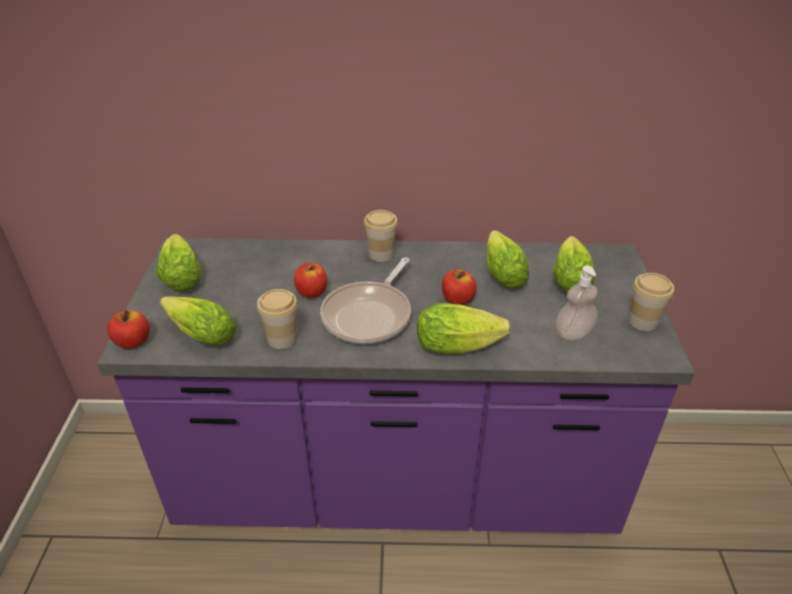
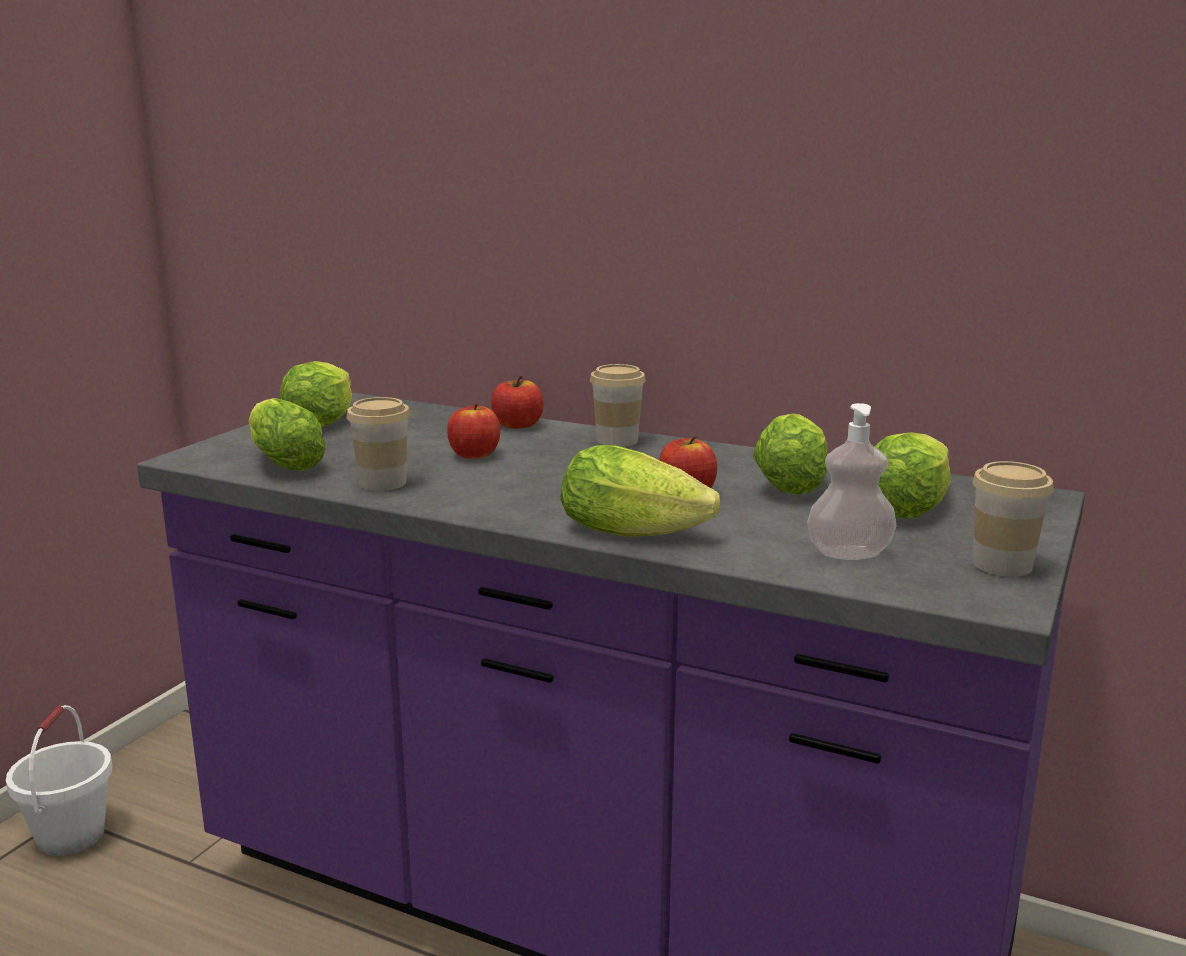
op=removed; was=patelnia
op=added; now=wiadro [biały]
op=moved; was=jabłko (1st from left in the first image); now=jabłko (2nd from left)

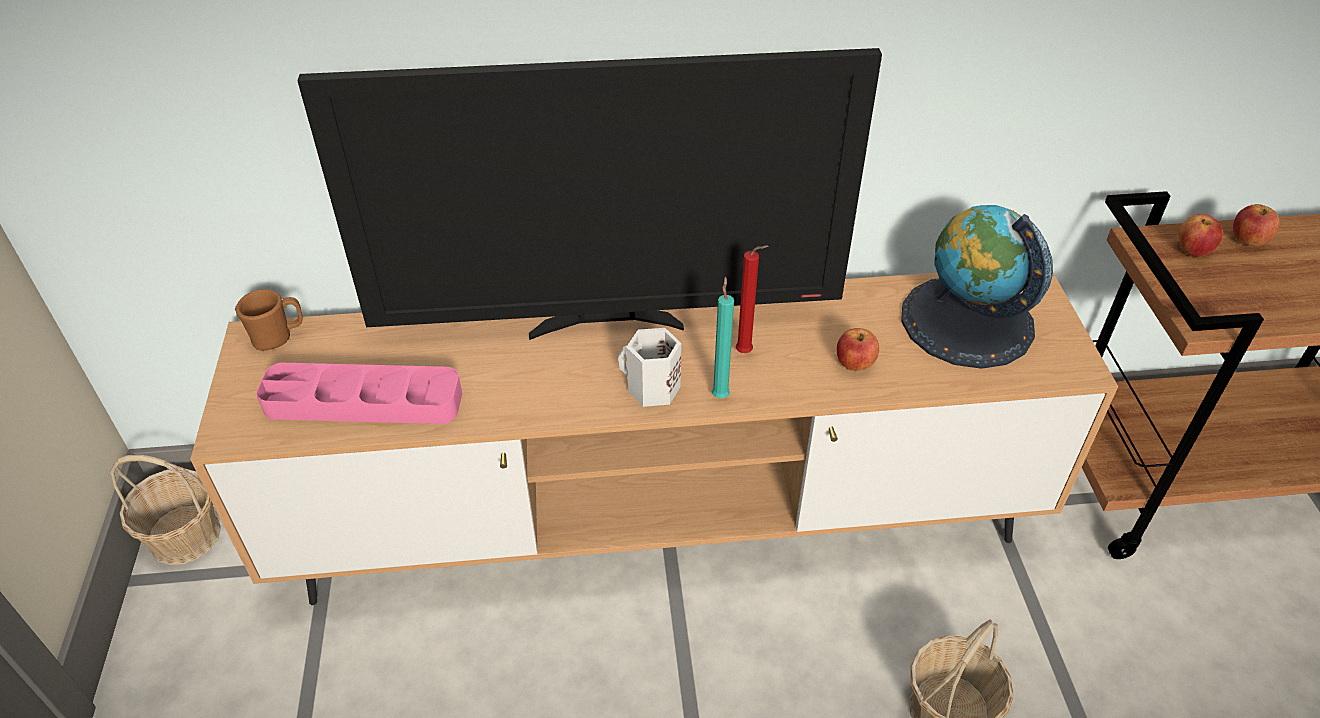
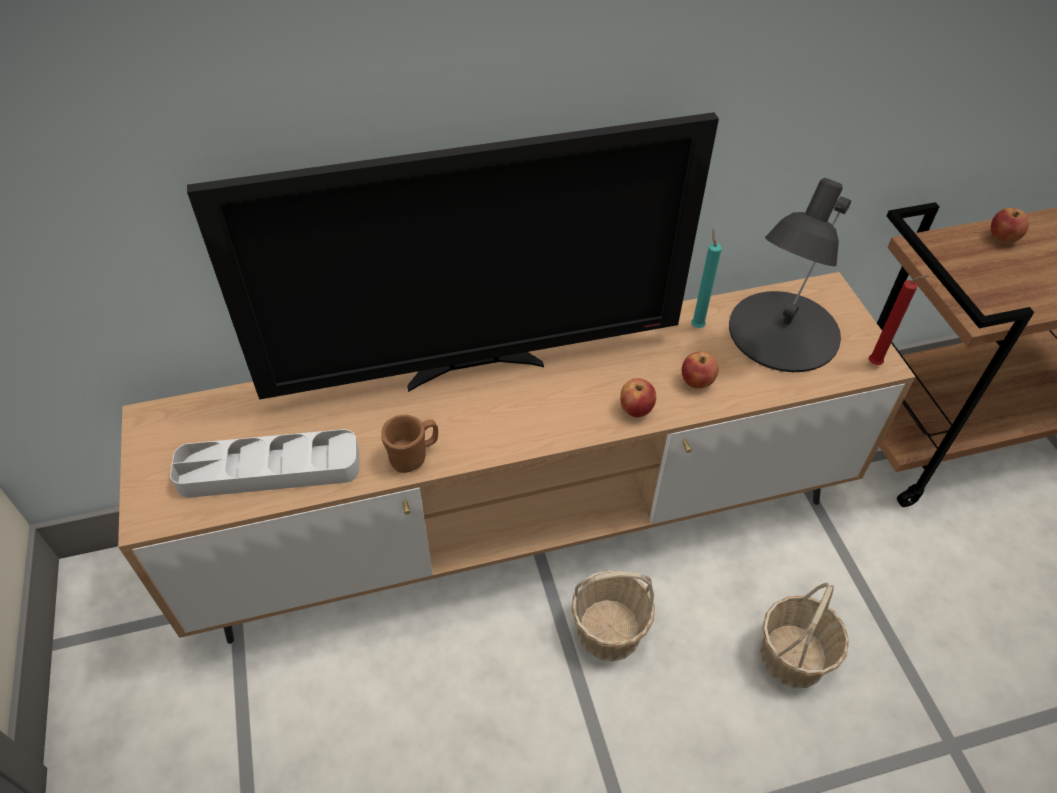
op=removed; was=kubek [biały]
op=moved; was=koszyk (1st from left)
op=moved; was=kubek [brązowy]
op=moved; was=świeca [turkusowy]
op=moved; was=świeca [czerwony]
op=moved; was=jabłko (2nd from left in the first image); now=jabłko (1st from left)
op=replaced; was=globus; now=lampa stołowa [czarny]
op=recoloured; was=taca [różowy]; now=taca [szary]

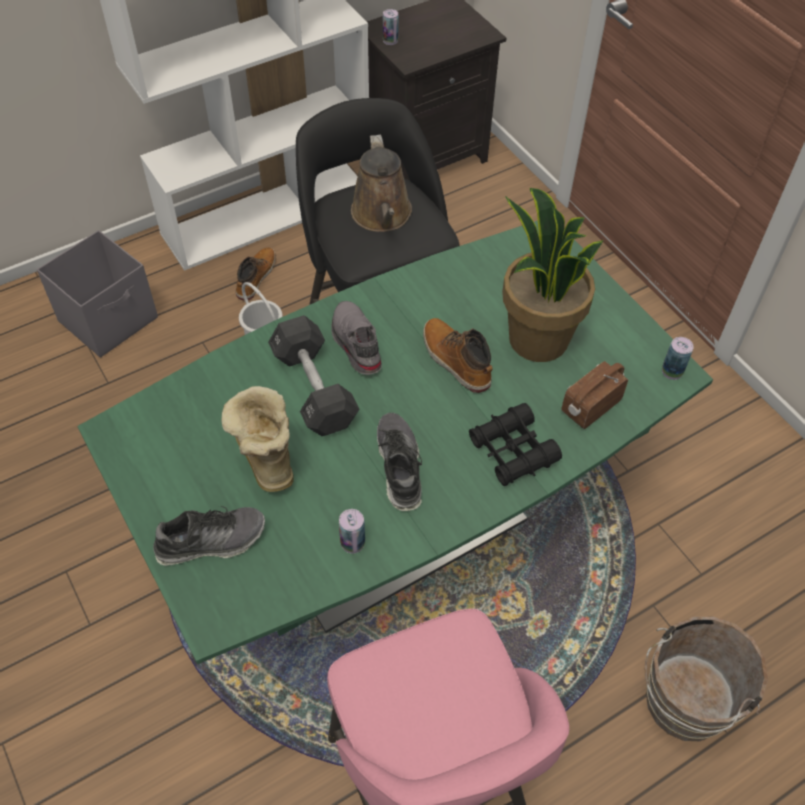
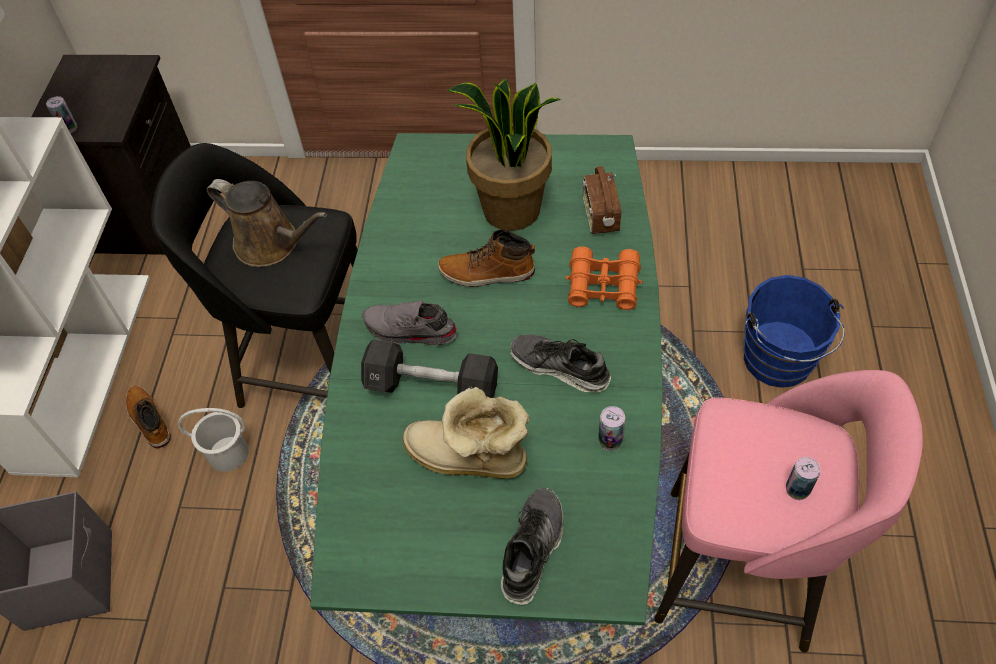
op=moved; was=puszka (3rd from left)
op=recoloured; was=lornetka [czarny]; now=lornetka [pomarańczowy]
op=recoloured; was=wiadro [brązowy]; now=wiadro [niebieski]

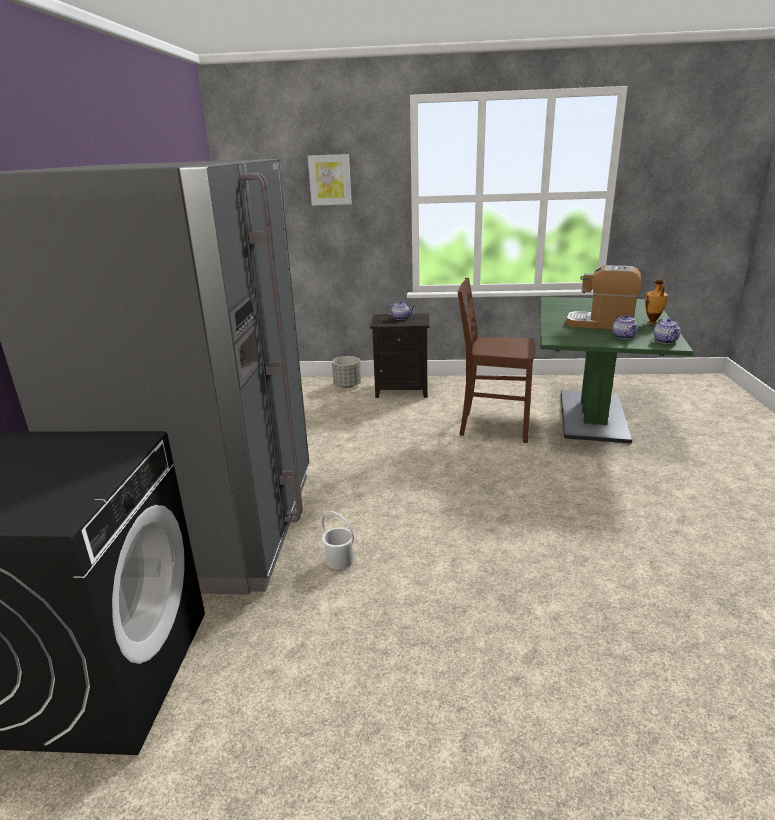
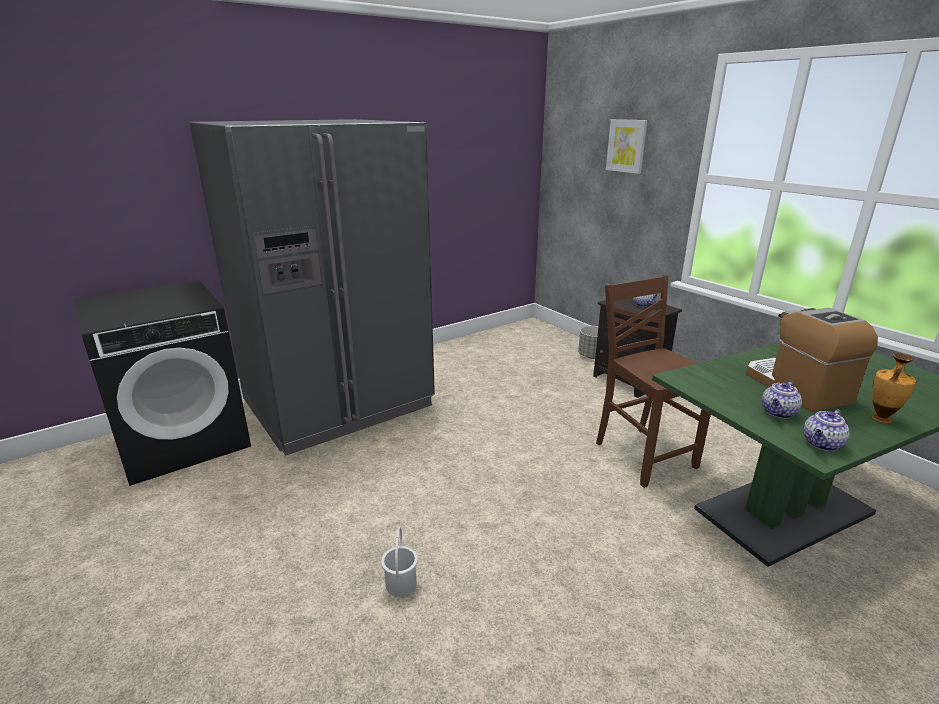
op=moved; was=wiadro [biały]

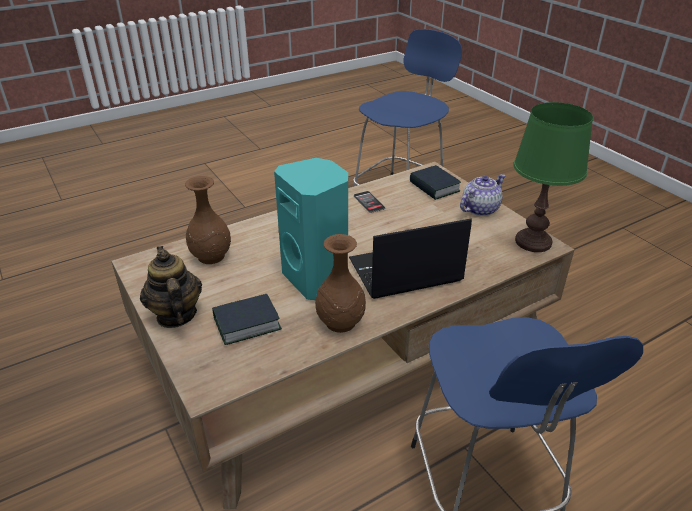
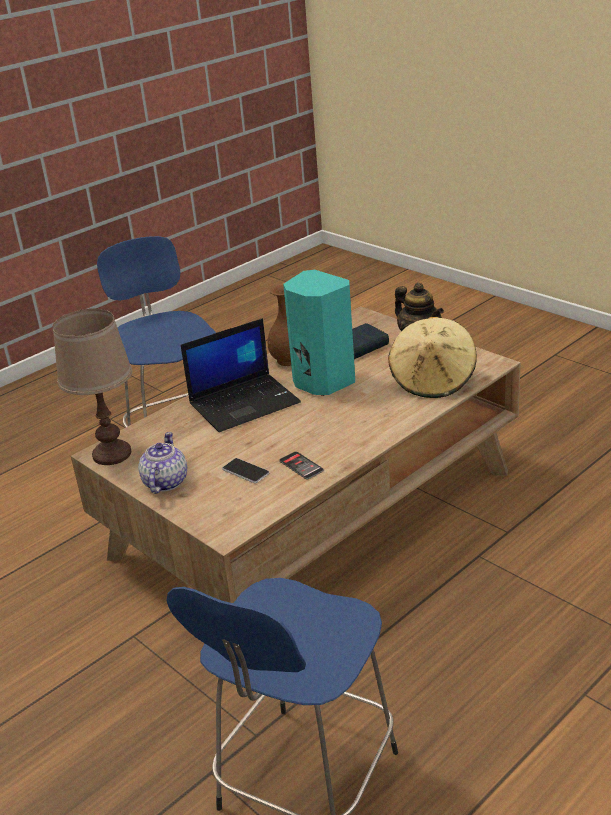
op=removed; was=książka (2nd from left)
op=added; now=telefon (1st from left)
op=replaced; was=wazon [brązowy] (1st from left); now=kapelusz [beżowy]
op=recoloured; was=lampa stołowa [zielony]; now=lampa stołowa [brązowy]
op=turned; was=imbryk (2nd from left in the first image); clockwise=150

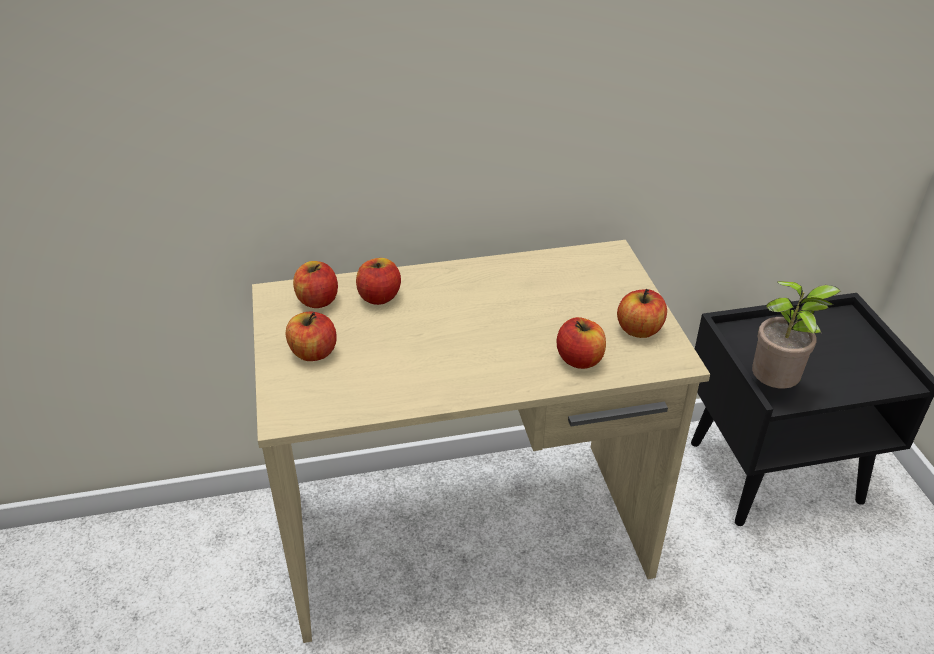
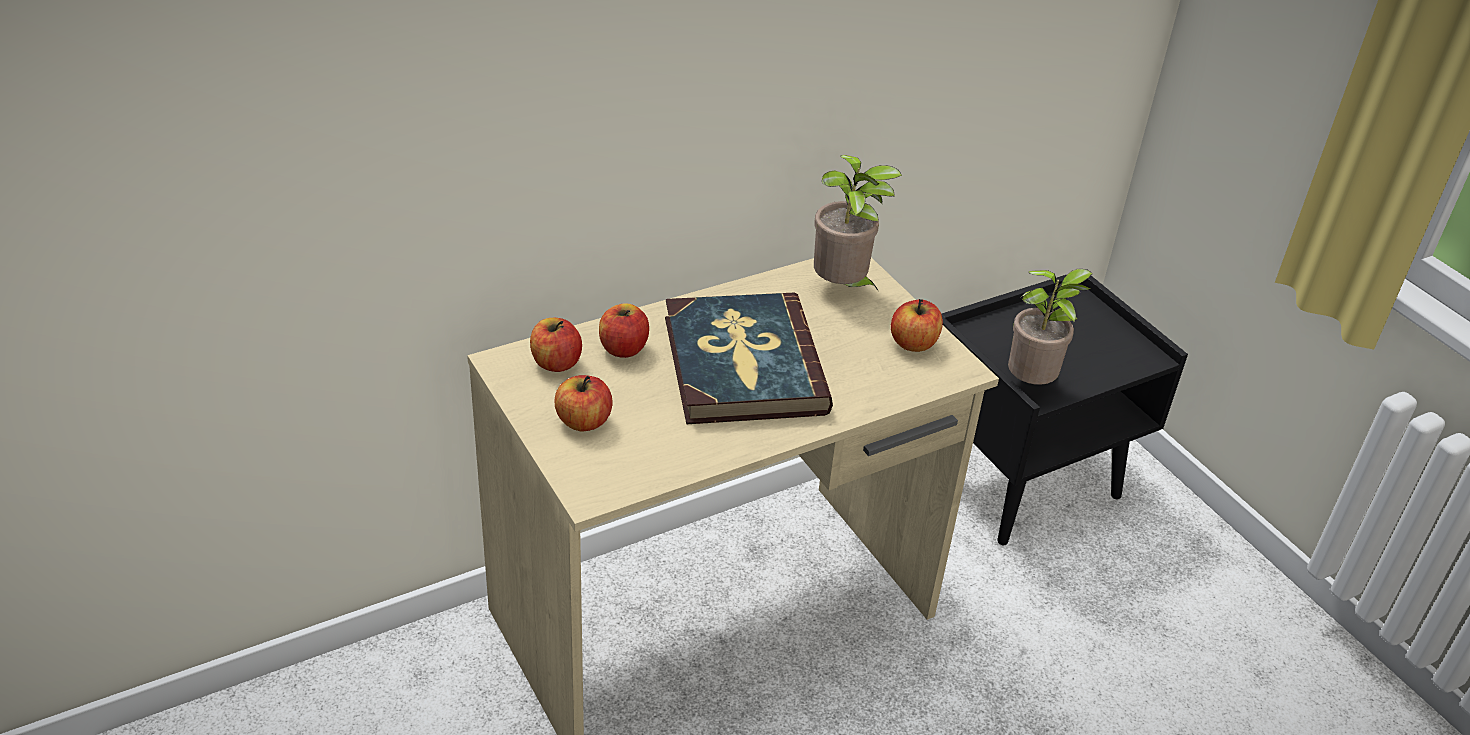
op=removed; was=jabłko (4th from left)
op=added; now=książka
op=added; now=roślina doniczkowa (1st from left)

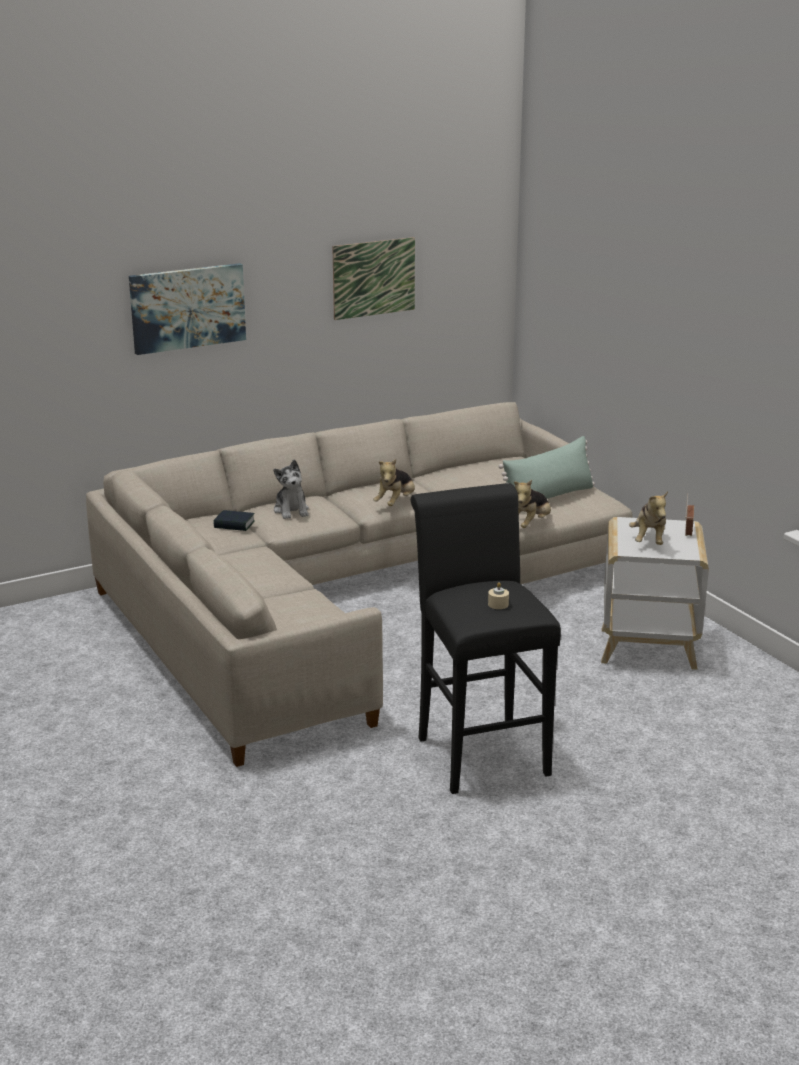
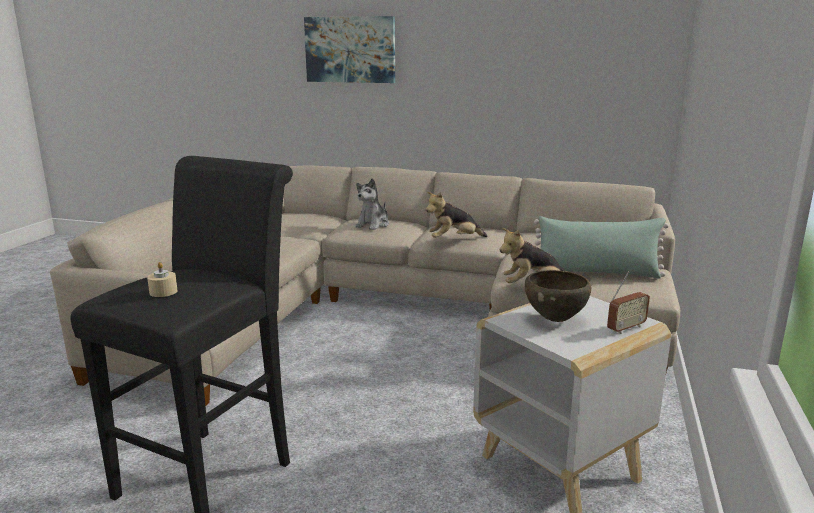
op=removed; was=książka
op=removed; was=obraz (2nd from left)
op=replaced; was=pluszak (4th from left); now=miska [brązowy]

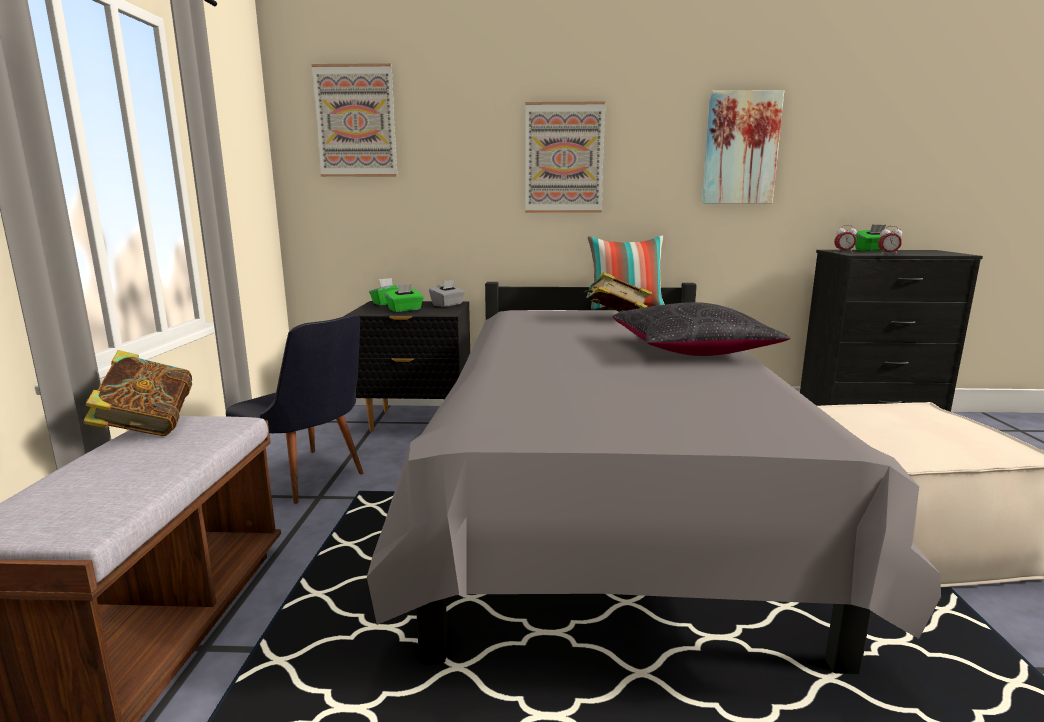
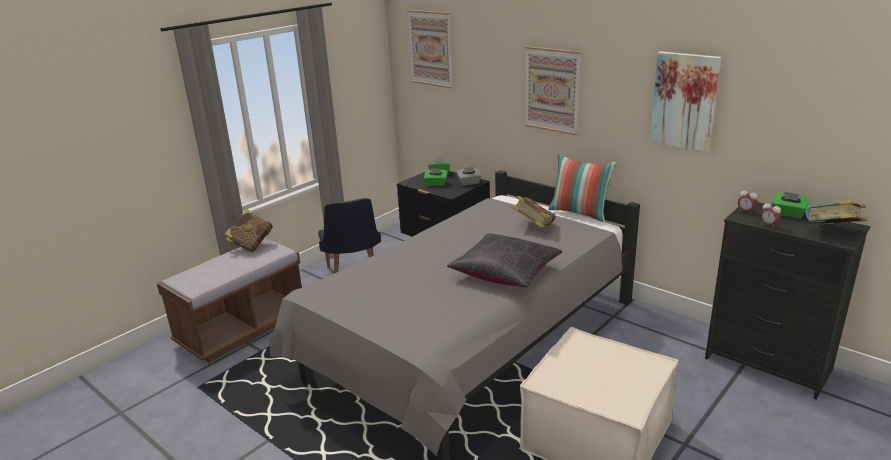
op=added; now=książka (3rd from left)

